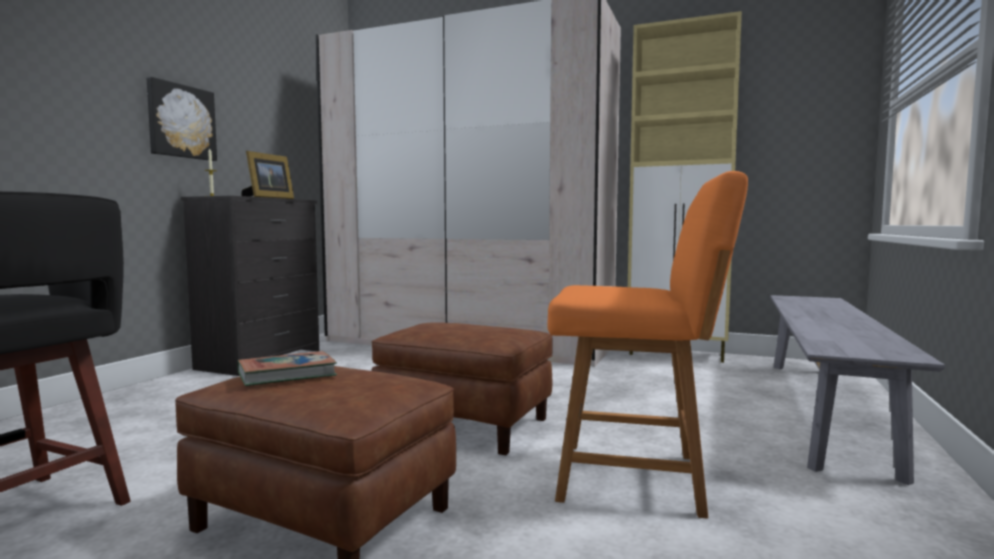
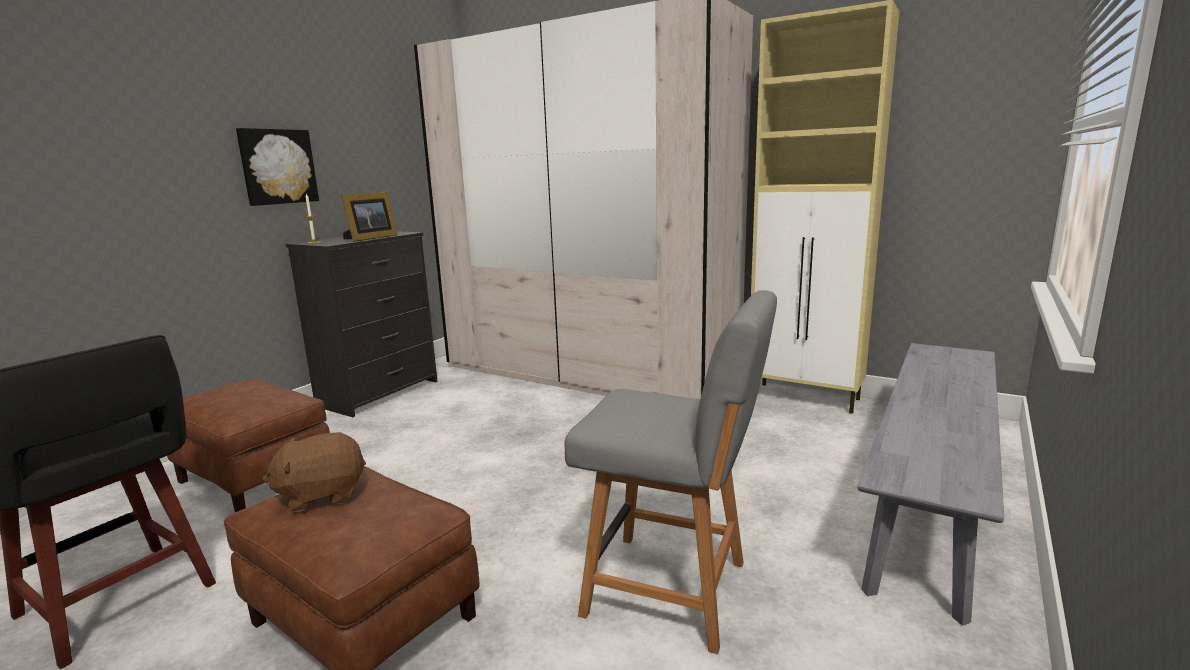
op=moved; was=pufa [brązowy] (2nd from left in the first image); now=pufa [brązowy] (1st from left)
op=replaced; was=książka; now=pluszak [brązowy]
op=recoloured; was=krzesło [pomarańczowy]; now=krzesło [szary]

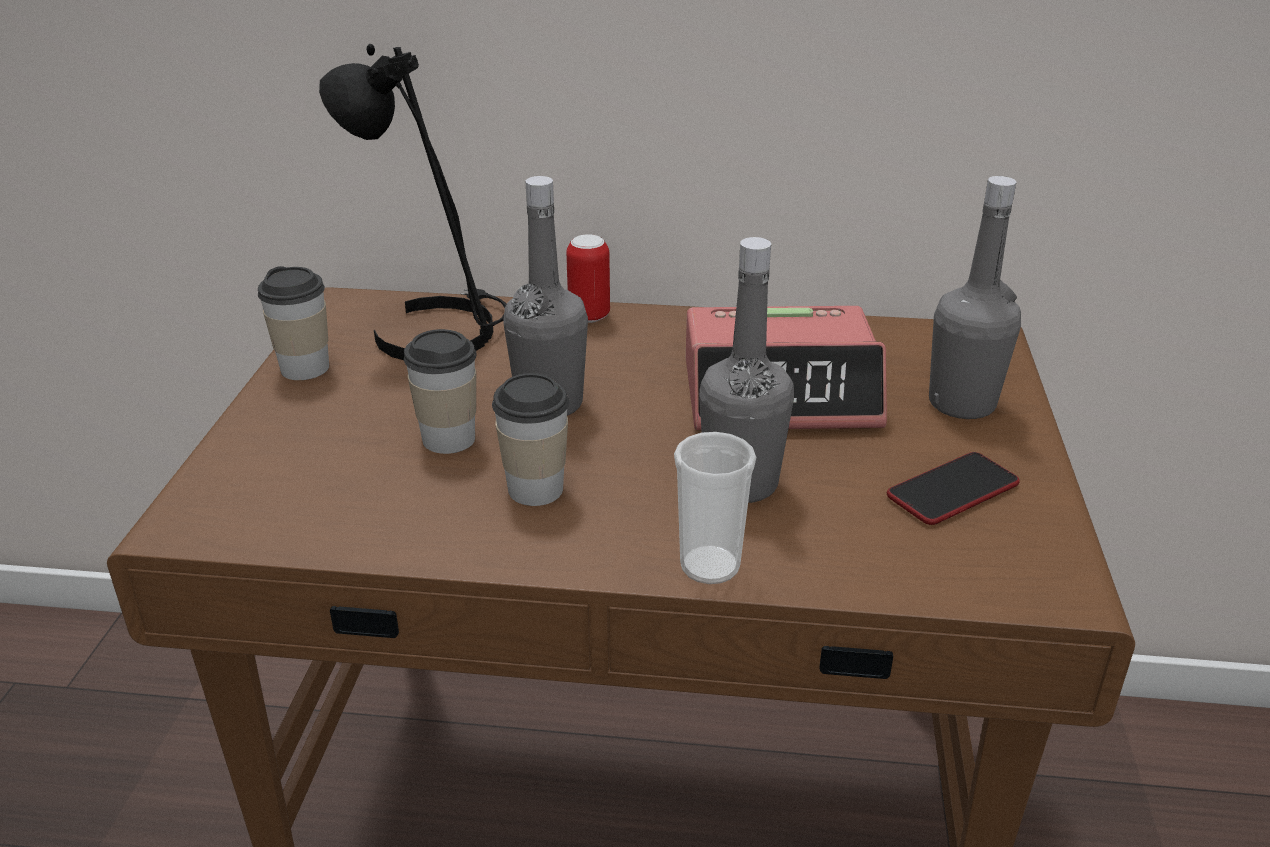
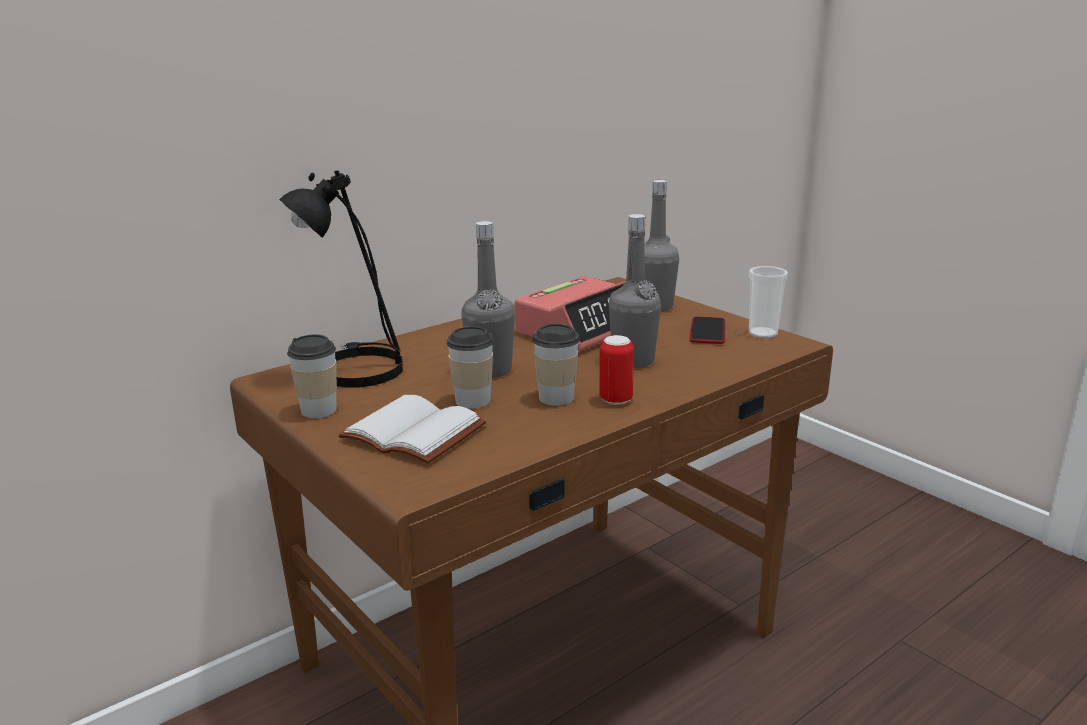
op=added; now=książka [biały]
op=moved; was=puszka
op=moved; was=filiżanka (4th from left)

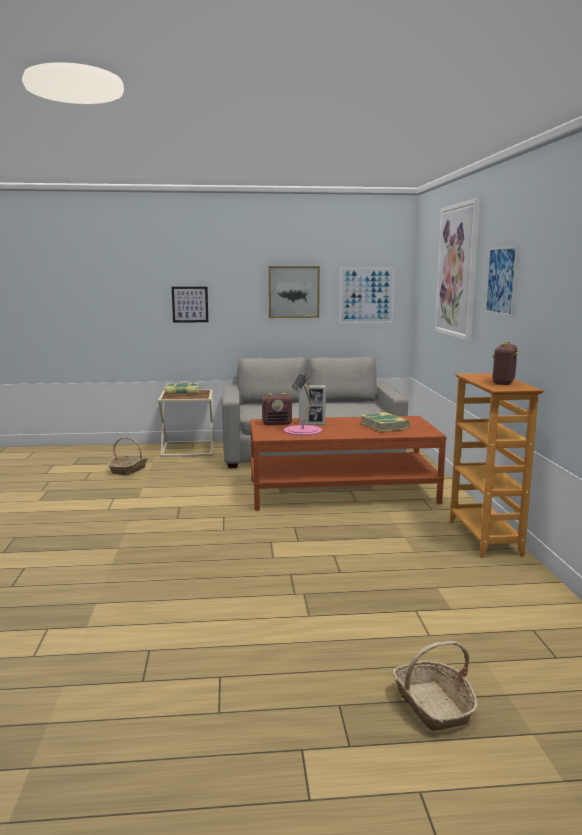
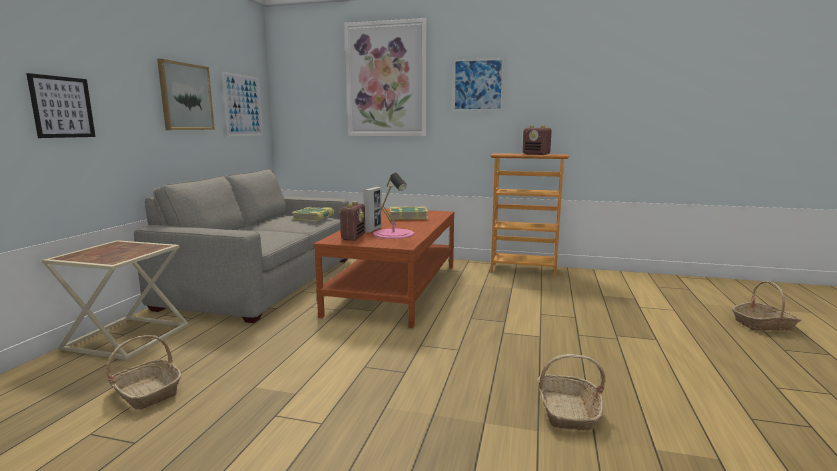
op=added; now=koszyk (2nd from left)
op=moved; was=książka (1st from left)

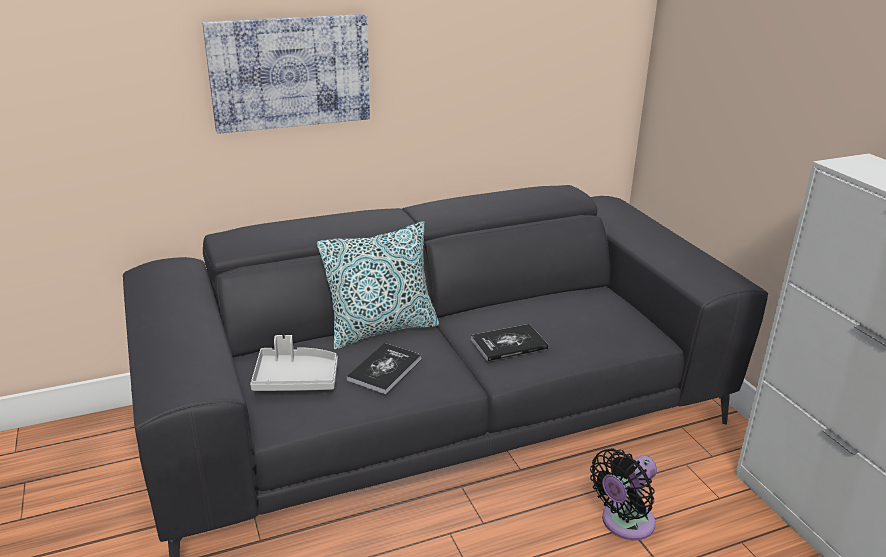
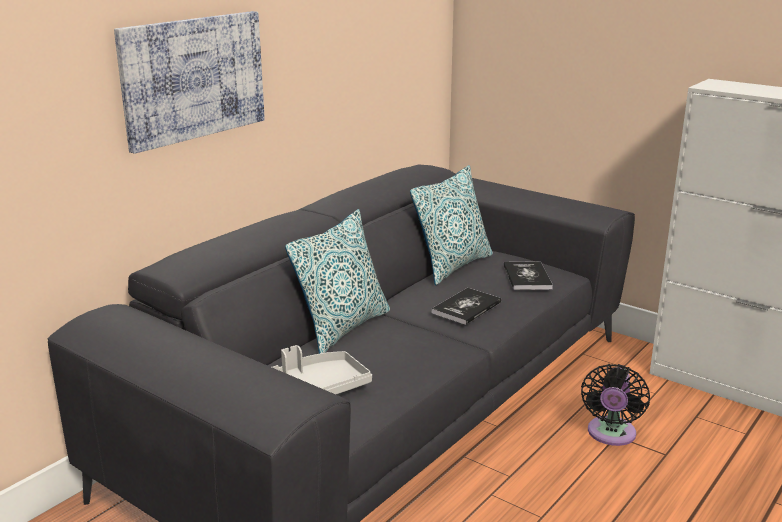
op=added; now=poduszka (2nd from left)
op=moved; was=książka (1st from left in the first image); now=książka (2nd from left)

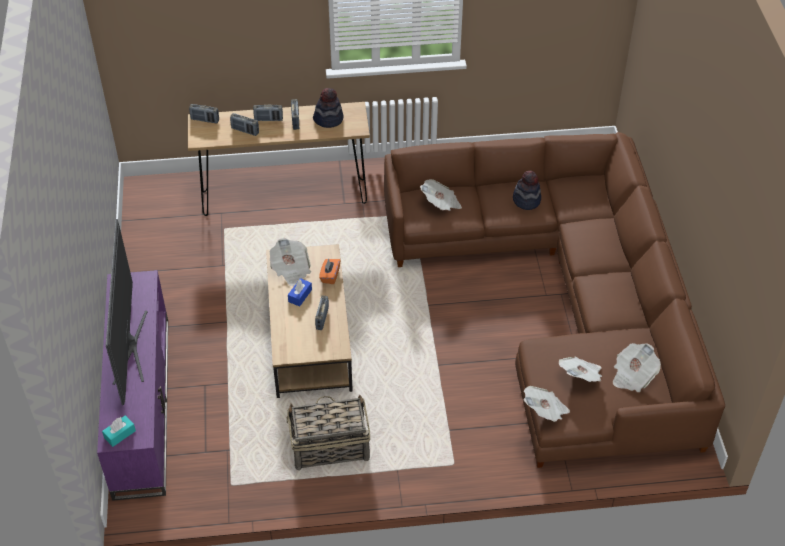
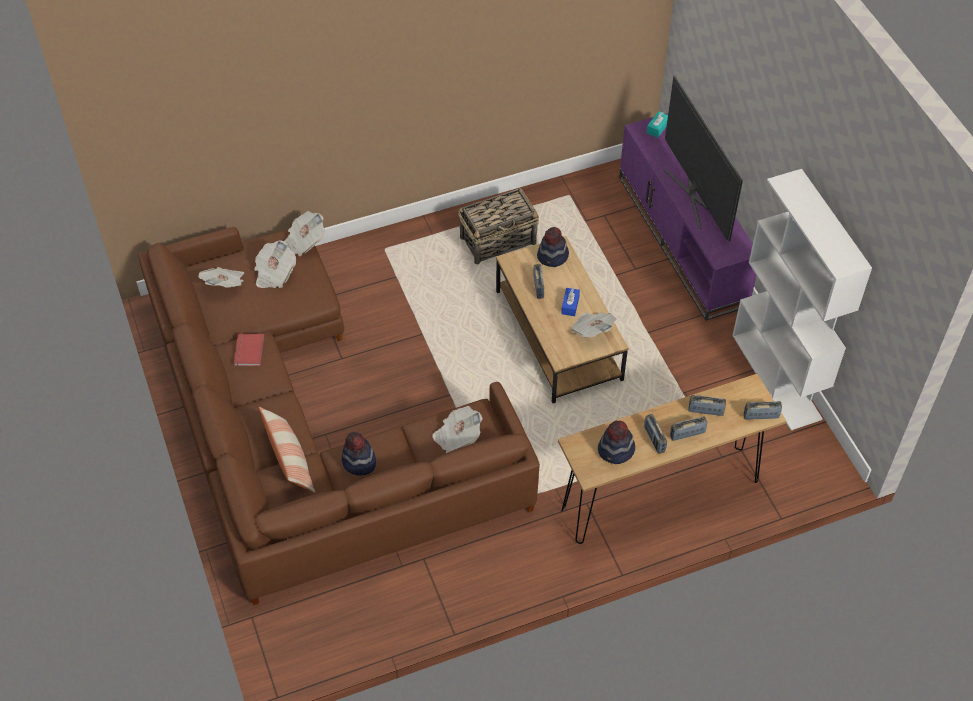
op=removed; was=pudełko chusteczek [pomarańczowy]
op=added; now=książka [czerwony]
op=added; now=poduszka
op=added; now=kapelusz (2nd from left)
op=added; now=regał [biały]

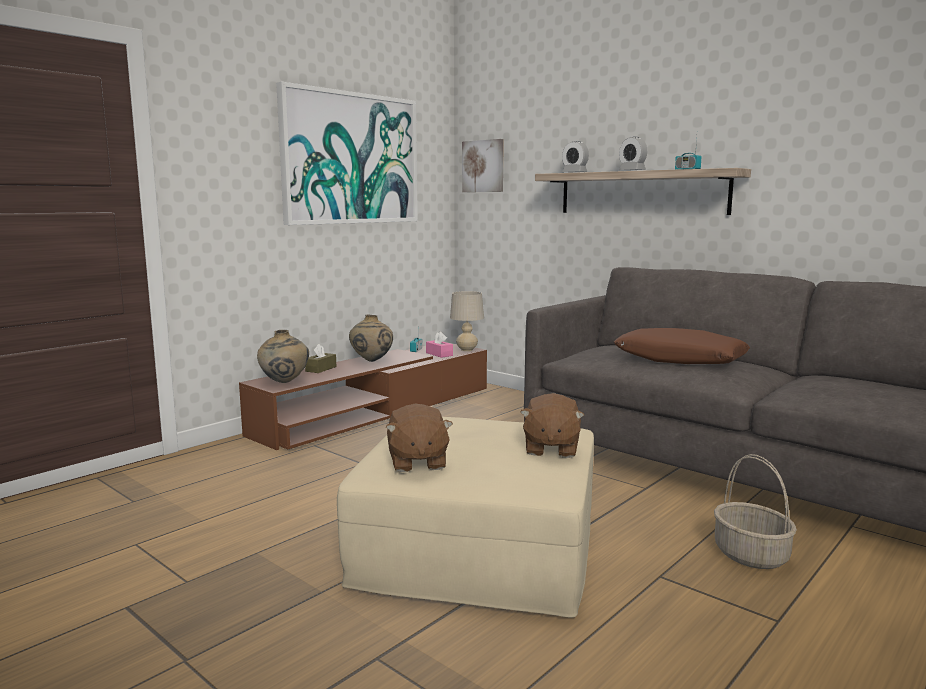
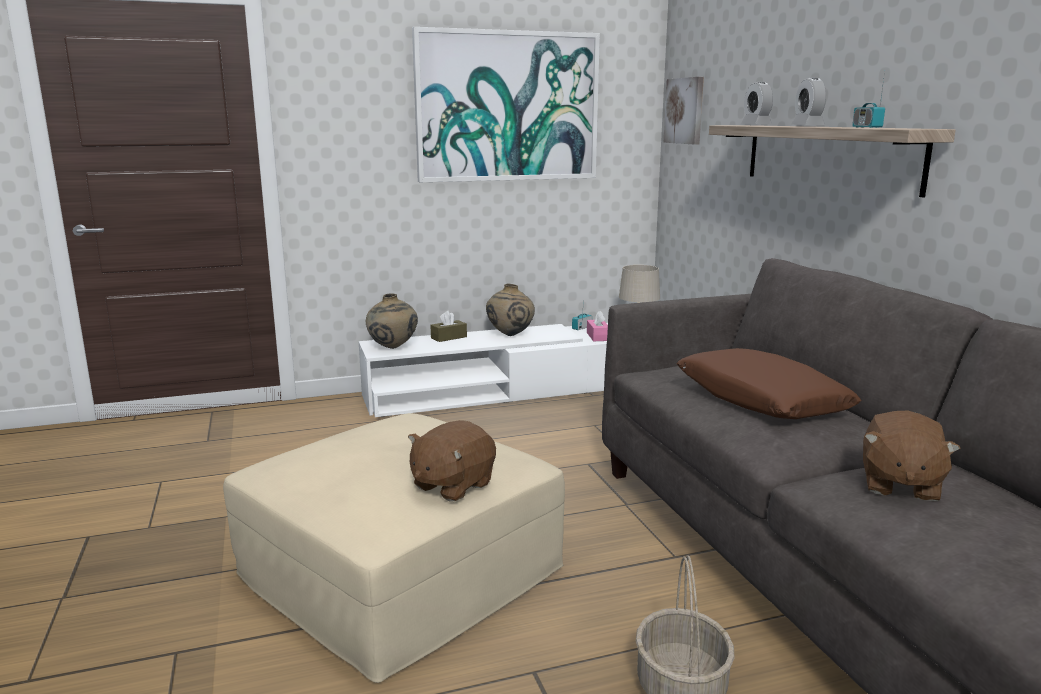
op=moved; was=pluszak [brązowy] (1st from left in the first image); now=pluszak [brązowy] (2nd from left)
op=recoloured; was=szafka pod telewizor [brązowy]; now=szafka pod telewizor [biały]

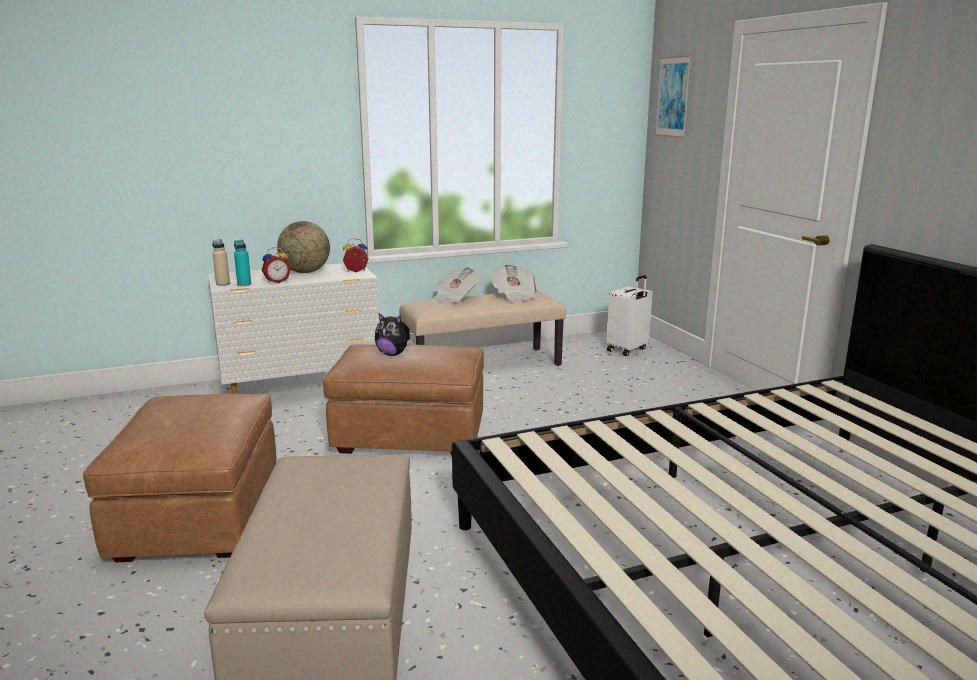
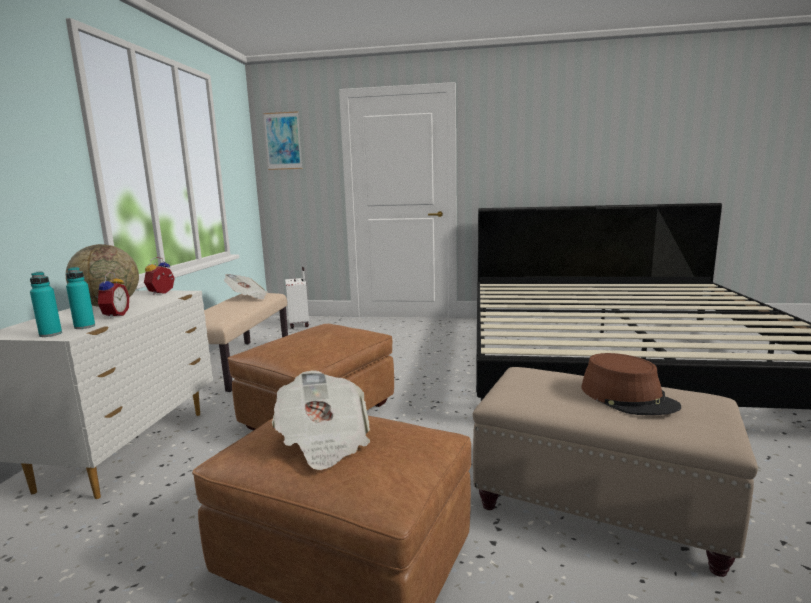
op=removed; was=pluszak
op=added; now=kapelusz [brązowy]
op=moved; was=gazeta (1st from left in the first image); now=gazeta (2nd from left)
op=recoloured; was=butelka [beżowy]; now=butelka [turkusowy] (1st from left)

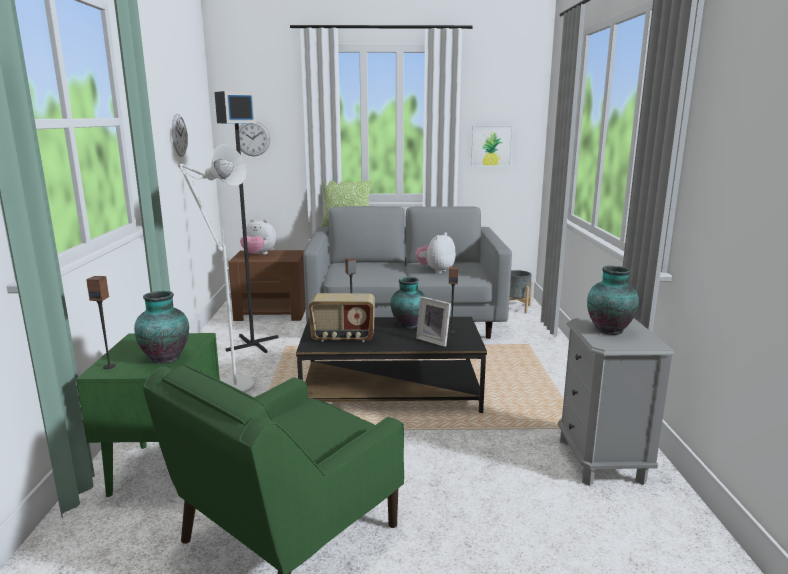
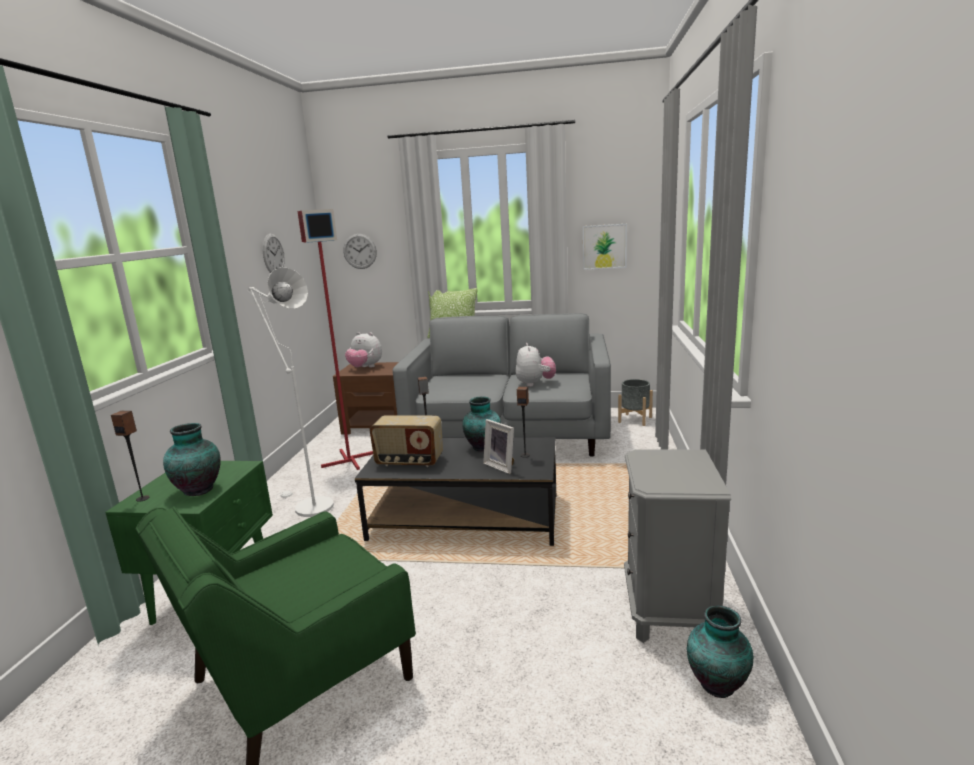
op=moved; was=wazon (3rd from left)
op=recoloured; was=lampa stojąca [czarny]; now=lampa stojąca [czerwony]
op=turned; was=pluszak (2nd from left); clockwise=135

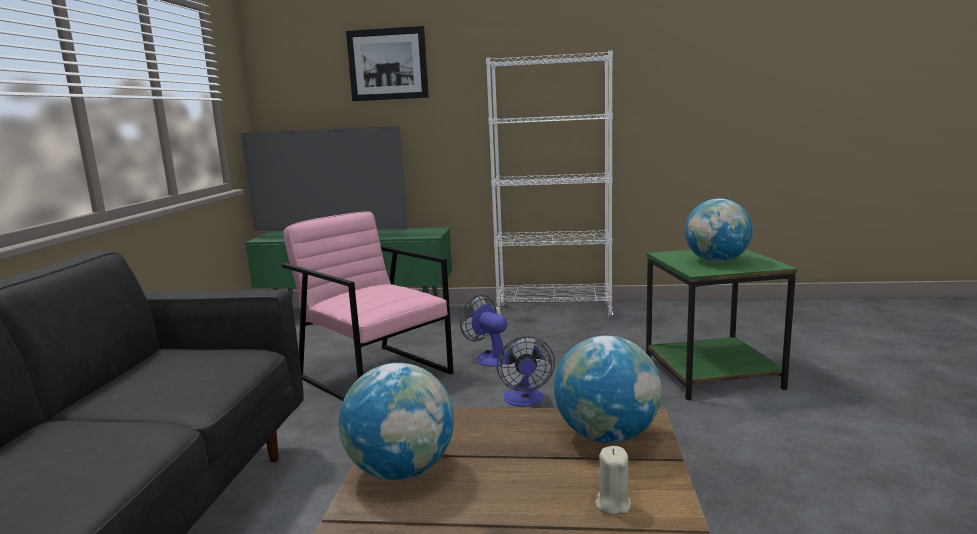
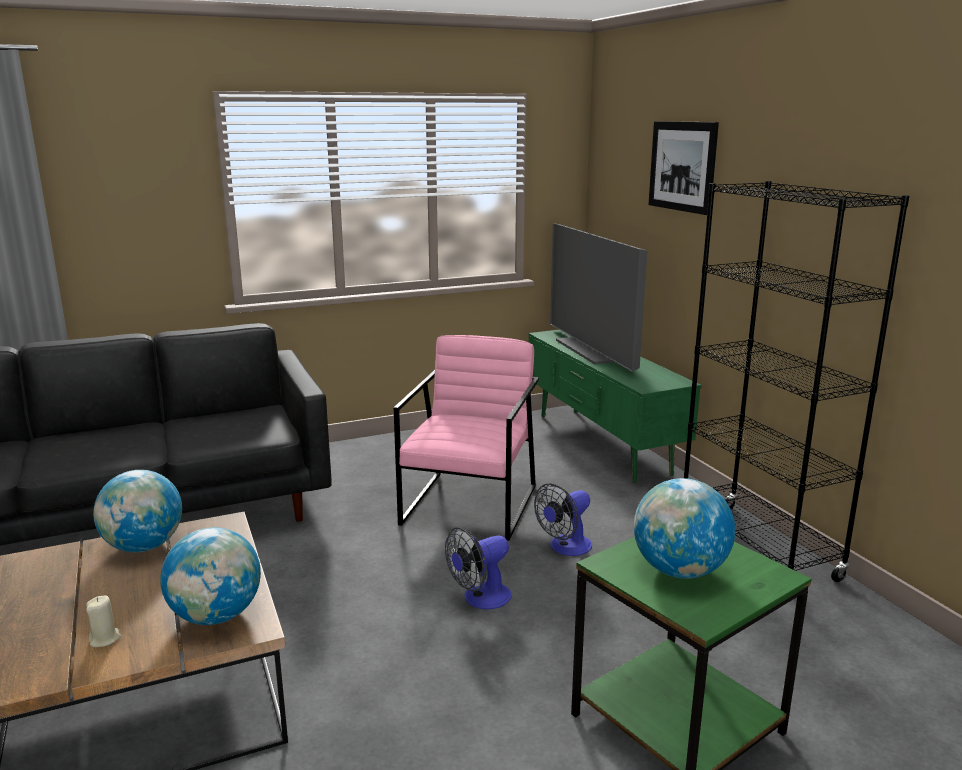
op=recoloured; was=regał [biały]; now=regał [czarny]
op=turned; was=wentylator (1st from left in the first image); clockwise=-150

